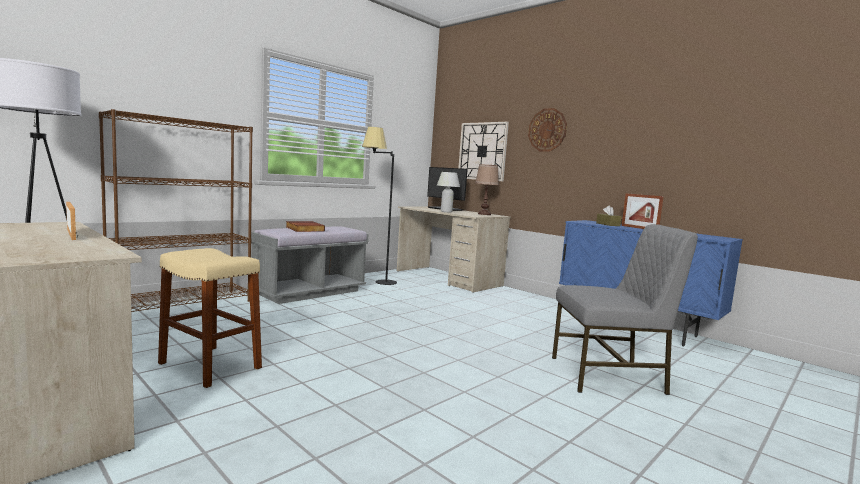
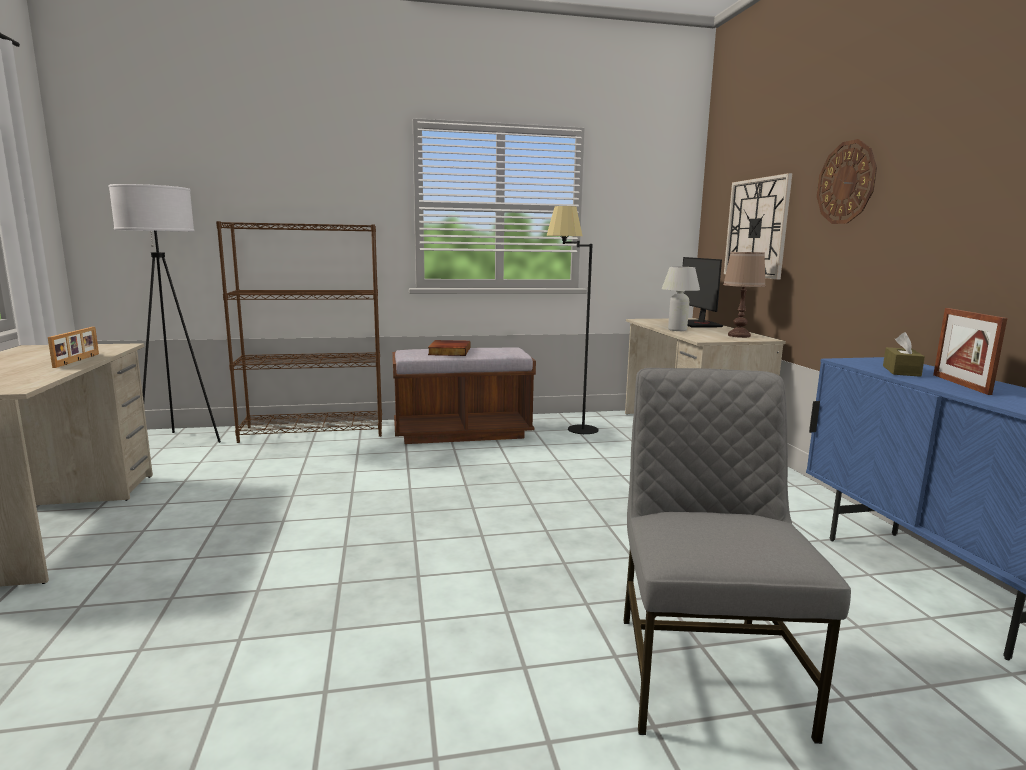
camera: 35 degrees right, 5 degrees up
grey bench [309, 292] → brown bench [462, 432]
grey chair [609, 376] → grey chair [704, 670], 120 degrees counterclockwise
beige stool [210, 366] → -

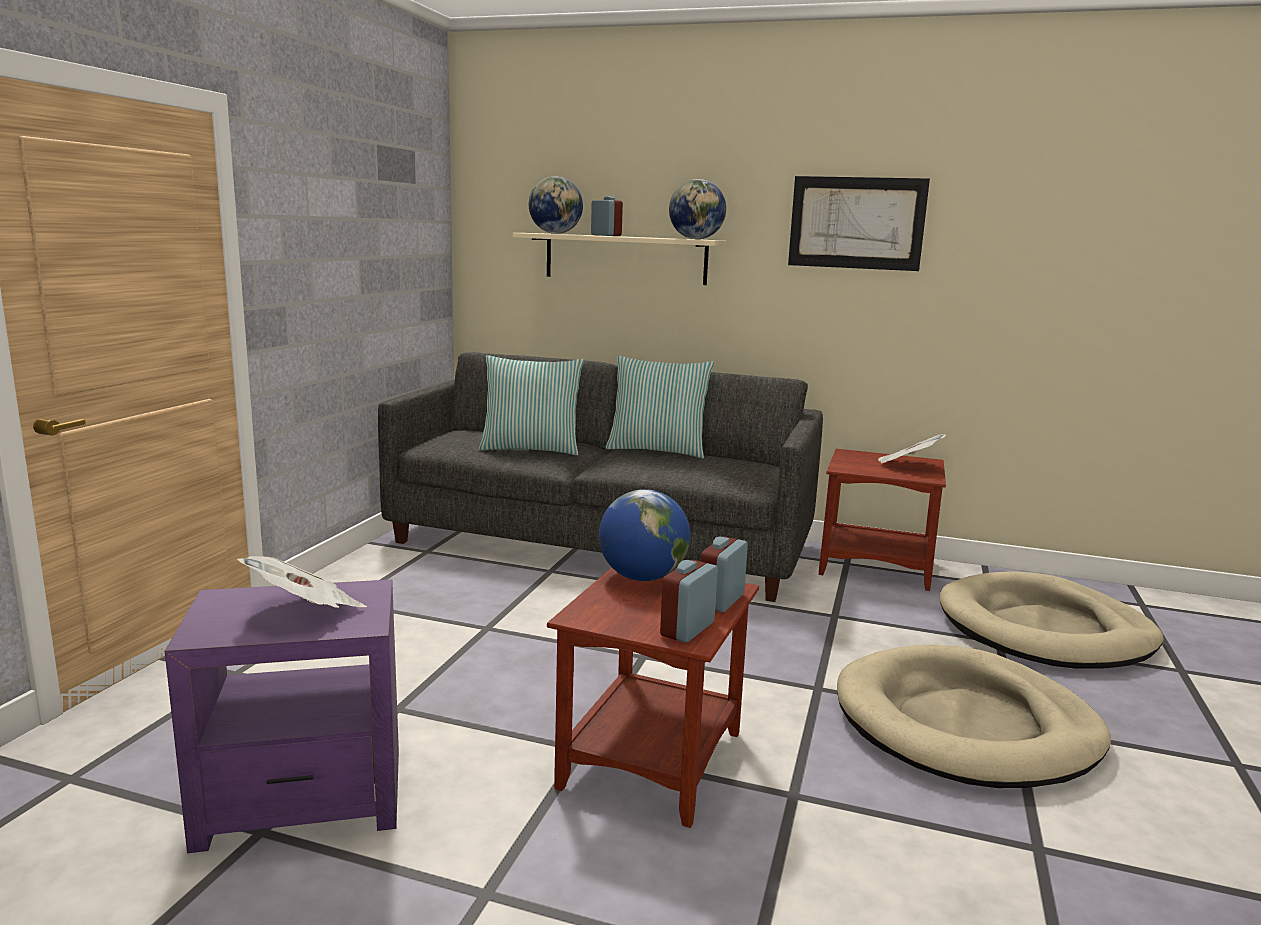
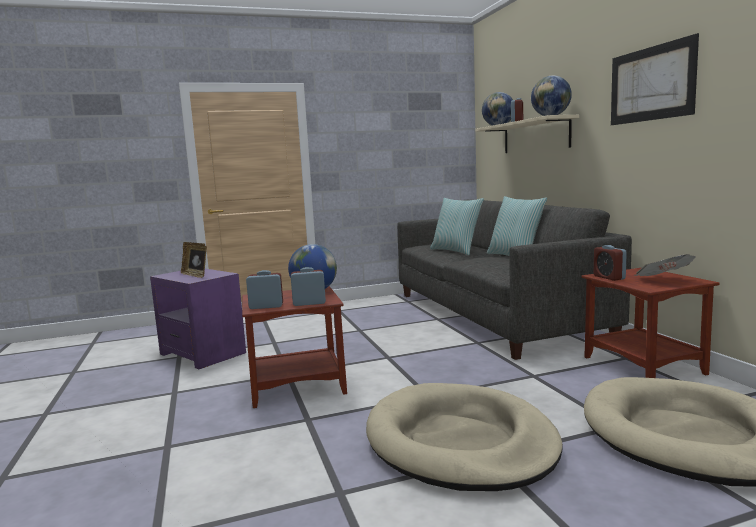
camera: 55 degrees right, 5 degrees down
newspaper [306, 611] → picture frame [195, 275]
- → alarm clock [609, 277]

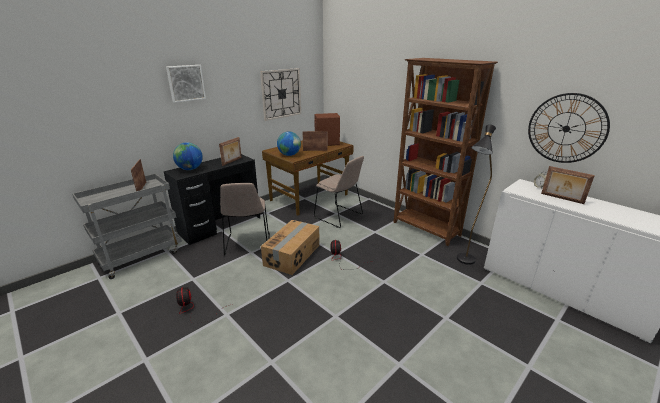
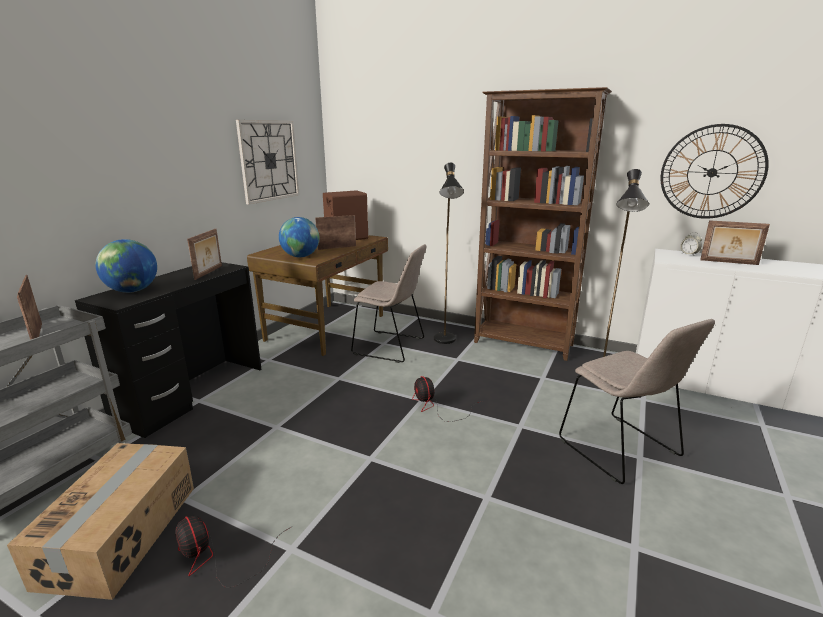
camera: 20 degrees left, 5 degrees down
cardboard box [293, 255] → cardboard box [122, 533], shifted
- → black floor lamp [445, 342]
beige chair [248, 245] → beige chair [621, 450], shifted
picture [185, 83] → -

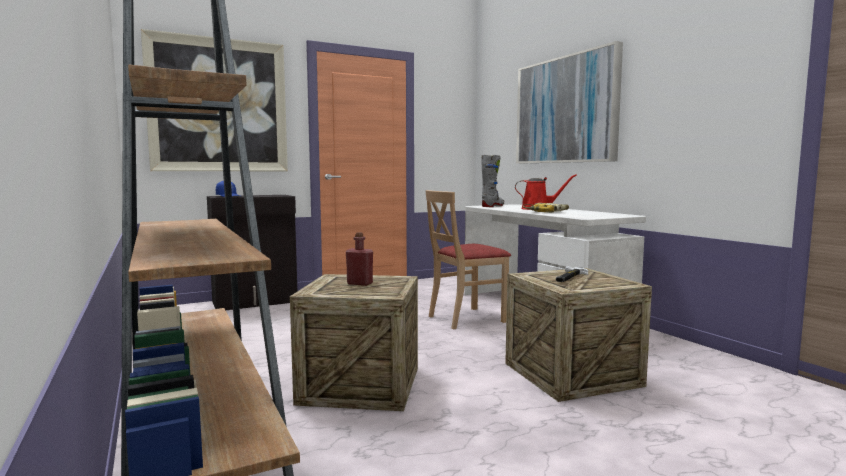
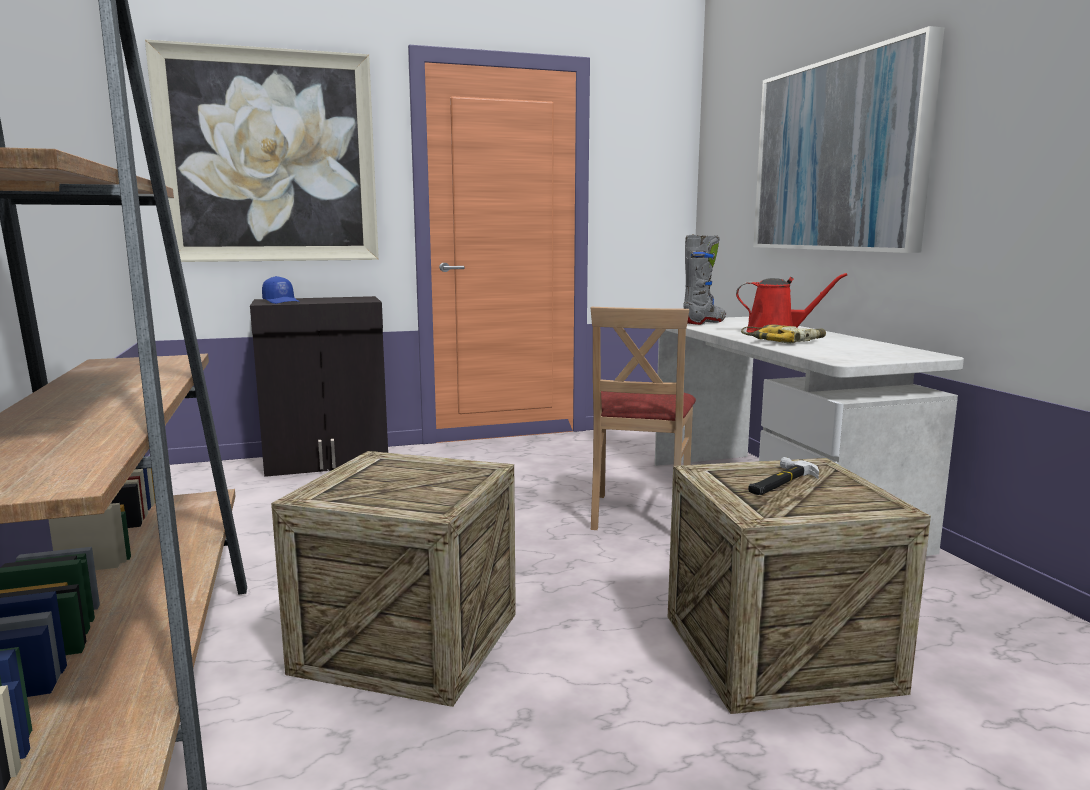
camera: 10 degrees right, 5 degrees up
beige chair [466, 318] → beige chair [638, 514], 60 degrees counterclockwise
red bottle [359, 283] → -

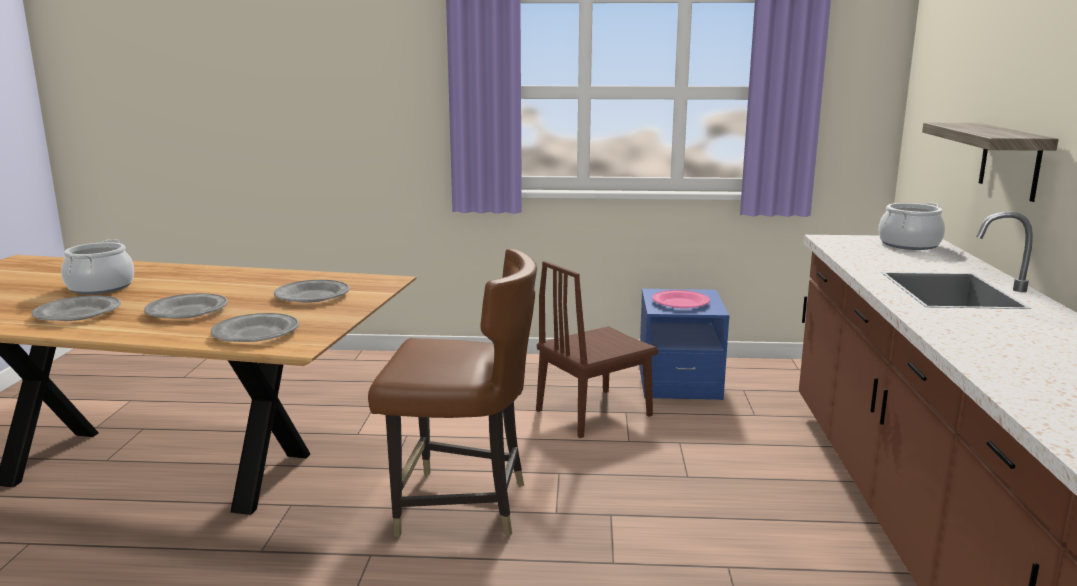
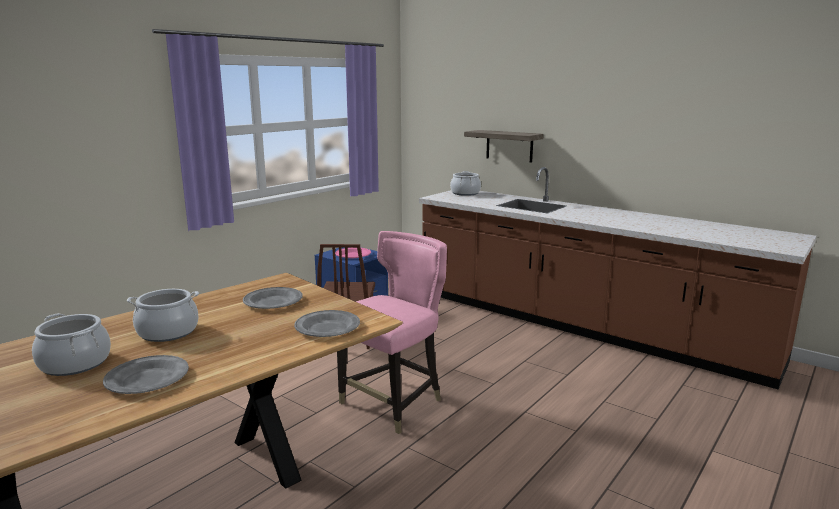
camera: 55 degrees left, 0 degrees up
- → cooking pot [168, 332]
brown chair [461, 506] → pink chair [392, 404]
grey plate [187, 311] → -

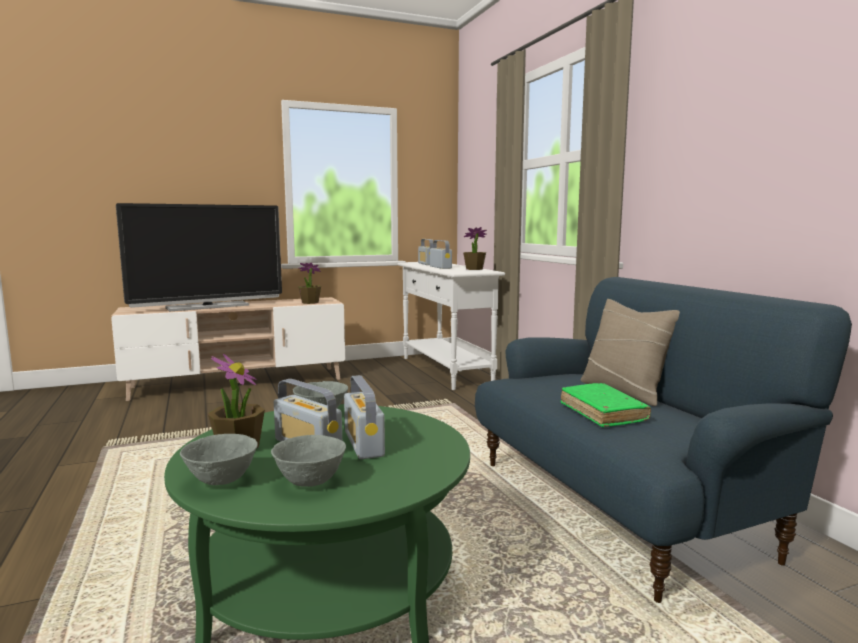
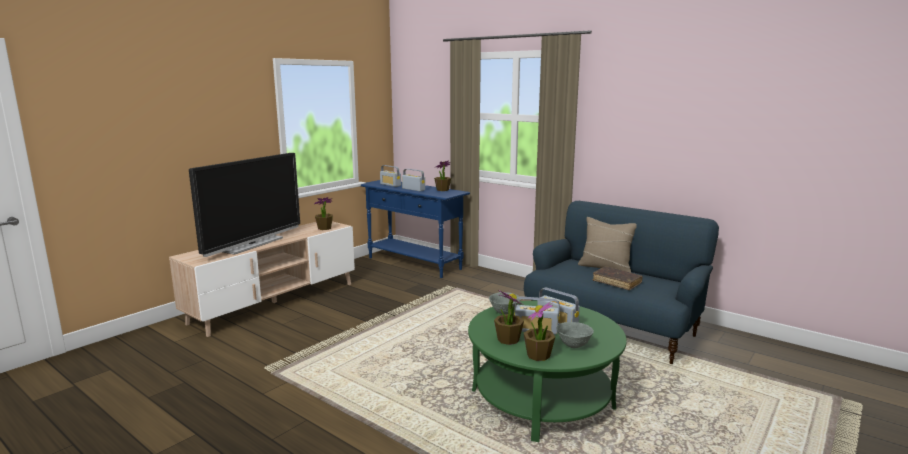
camera: 30 degrees left, 5 degrees up
white console table [445, 371] → blue console table [414, 264]
grey bowl [221, 481] → potted plant [538, 355]
green book [602, 413] → brown book [617, 282]

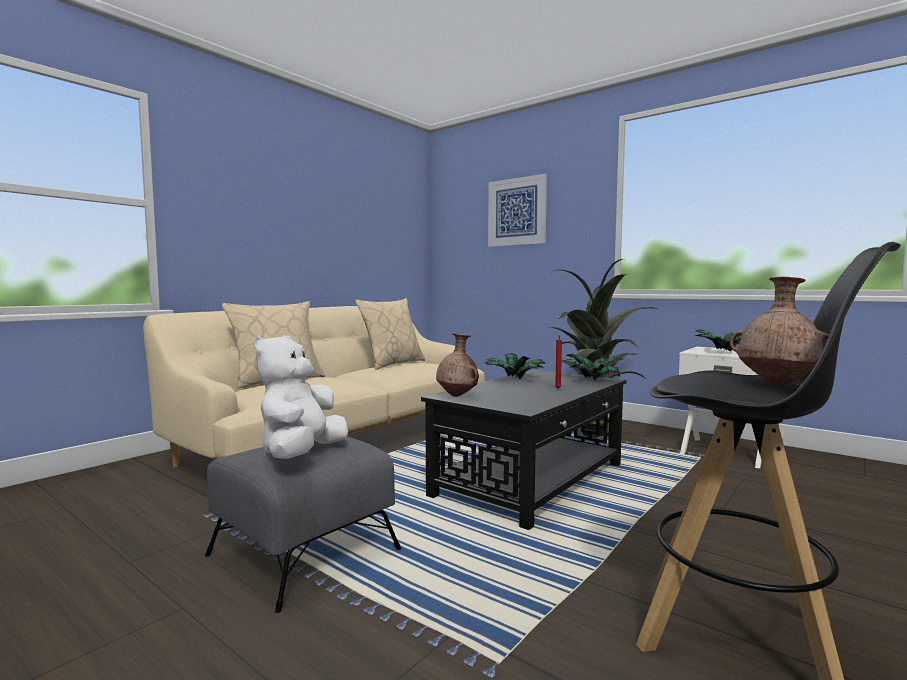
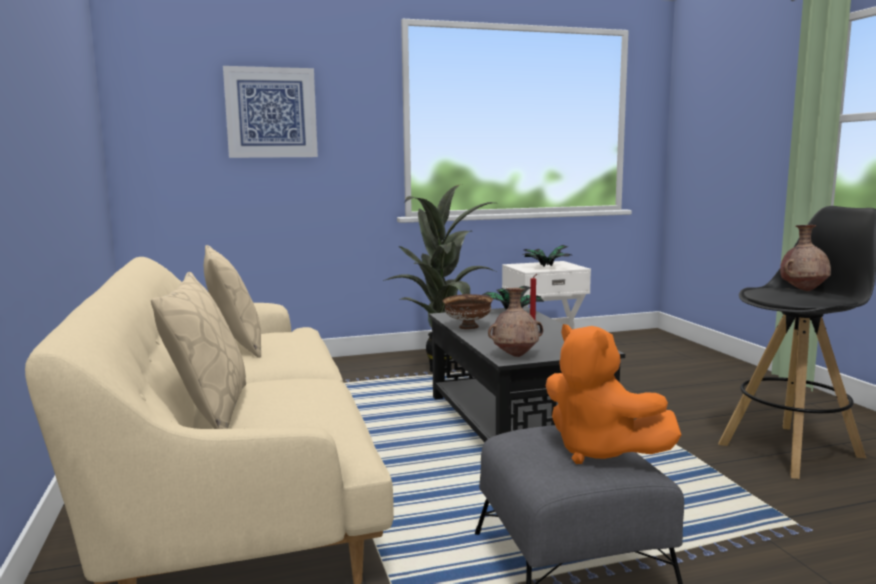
camera: 55 degrees left, 5 degrees up
potted plant [514, 379] → brown bowl [468, 327]
white plush toy [301, 454] → orange plush toy [599, 451]

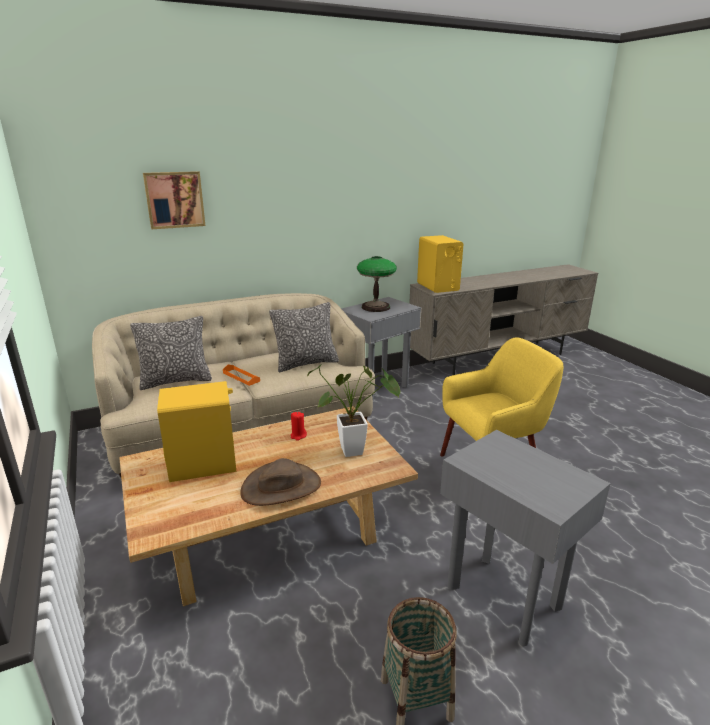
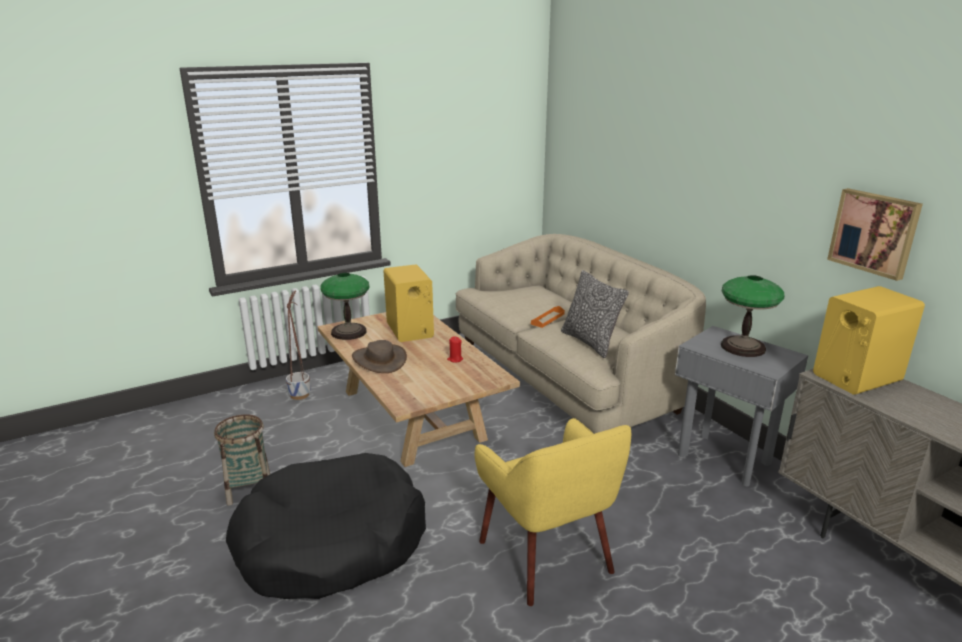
camera: 85 degrees right, 0 degrees up
grey side table [504, 595] → black dog bed [331, 543]
- → planter [299, 395]
- → table lamp [349, 332]
picture [174, 199] → picture [874, 232], shifted
pillow [176, 381] → -
potted plant [357, 451] → -

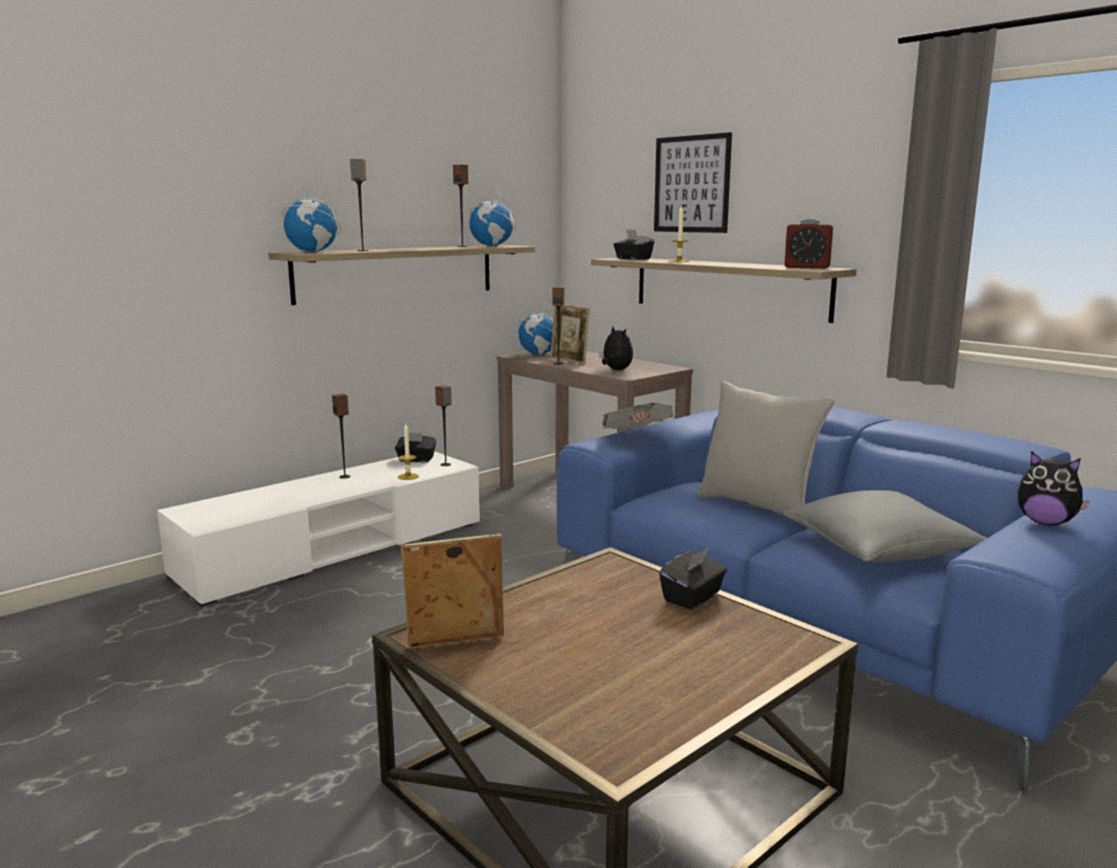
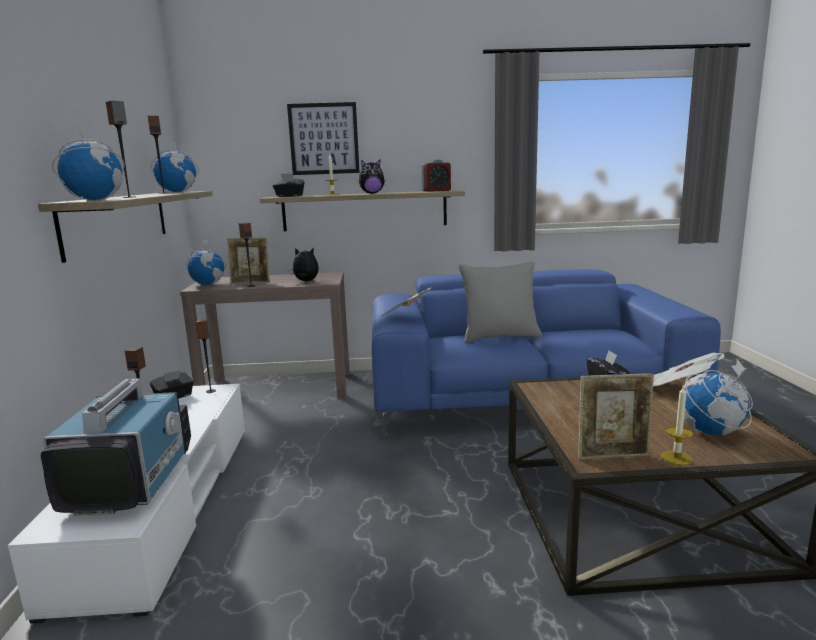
camera: 50 degrees left, 0 degrees up
- → television [133, 480]
plush toy [1046, 522] → plush toy [372, 193], shifted
picture frame [455, 644] → picture frame [613, 456], 120 degrees counterclockwise
- → newspaper [678, 388]
candle [408, 476] → candle [676, 458], shifted
- → globe [711, 432]
grey pillow [880, 550] → -

